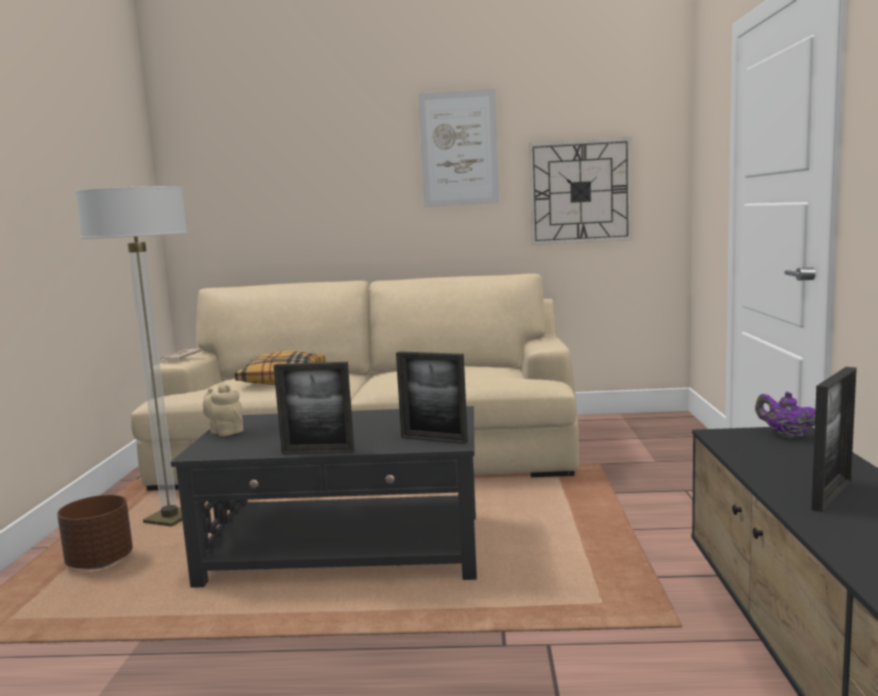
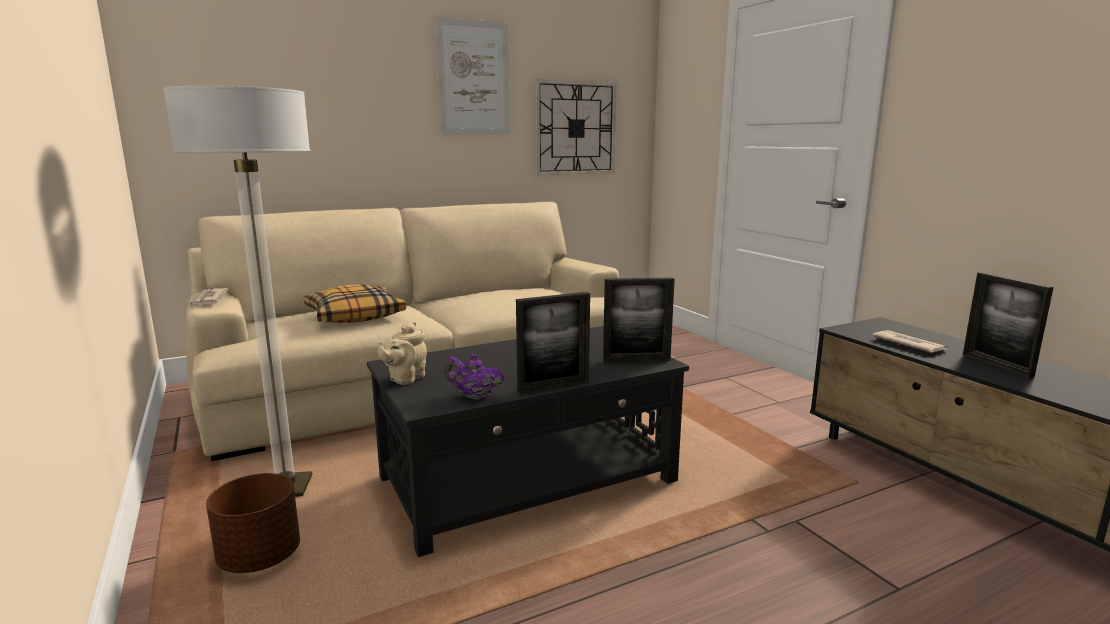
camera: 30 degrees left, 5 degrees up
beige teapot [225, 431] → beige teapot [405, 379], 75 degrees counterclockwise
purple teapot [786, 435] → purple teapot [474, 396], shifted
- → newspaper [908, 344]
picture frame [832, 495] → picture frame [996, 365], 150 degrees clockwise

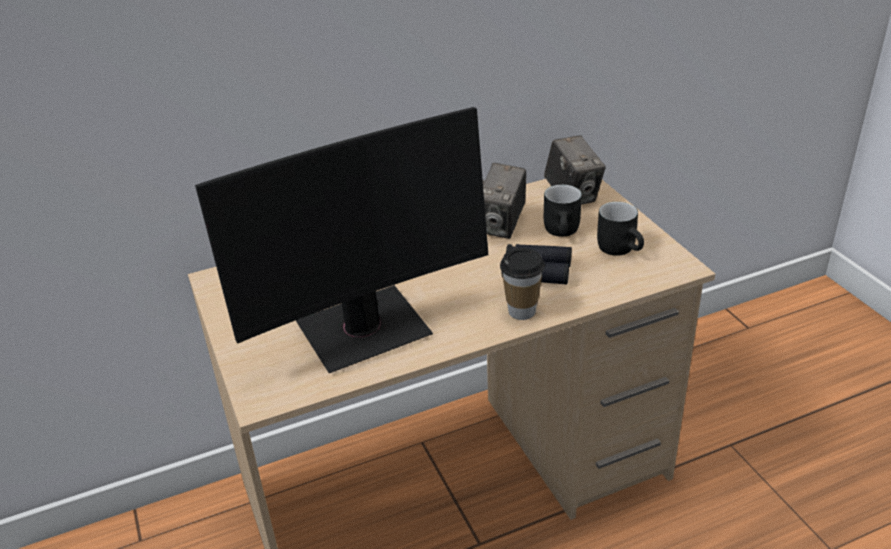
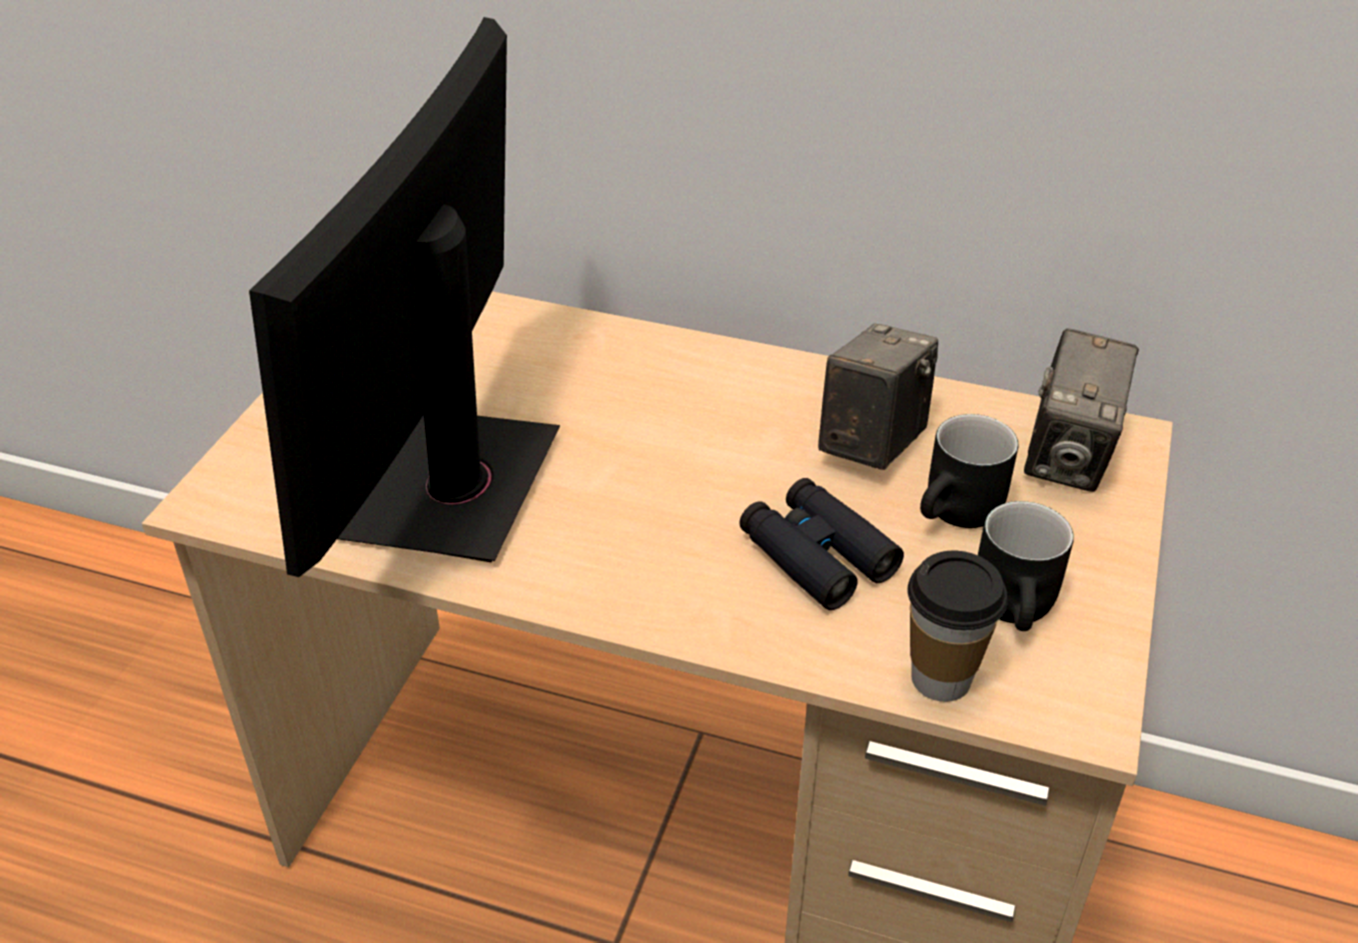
camera: 40 degrees right, 5 degrees up
monitor [364, 330] → monitor [452, 487], 90 degrees clockwise
photo camera [502, 225] → photo camera [872, 442], 150 degrees clockwise
cup [522, 311] → cup [941, 678], shifted

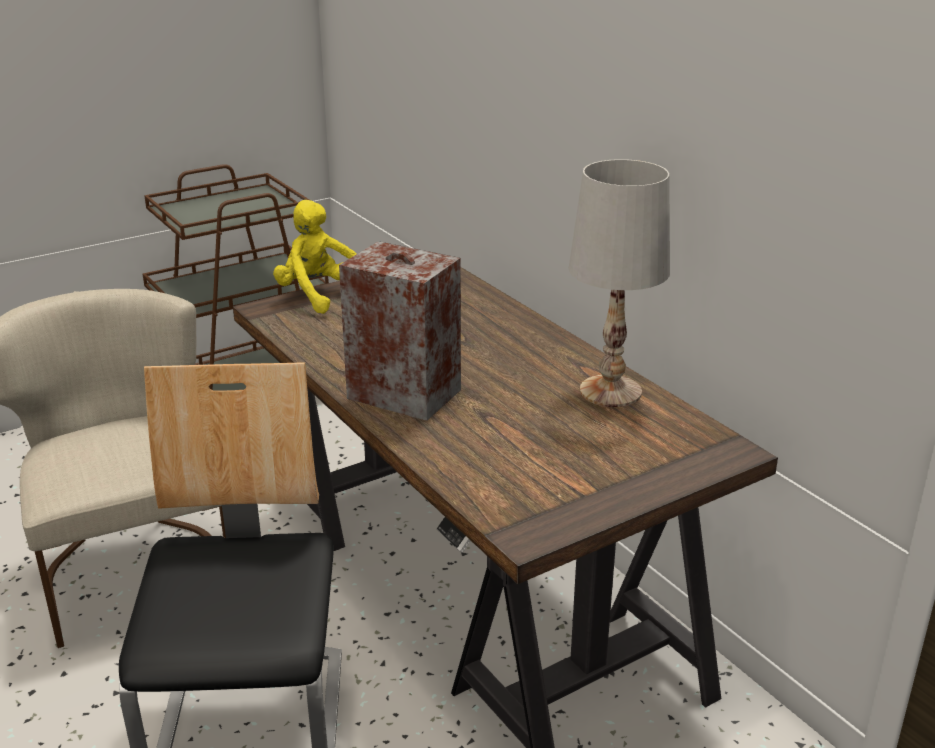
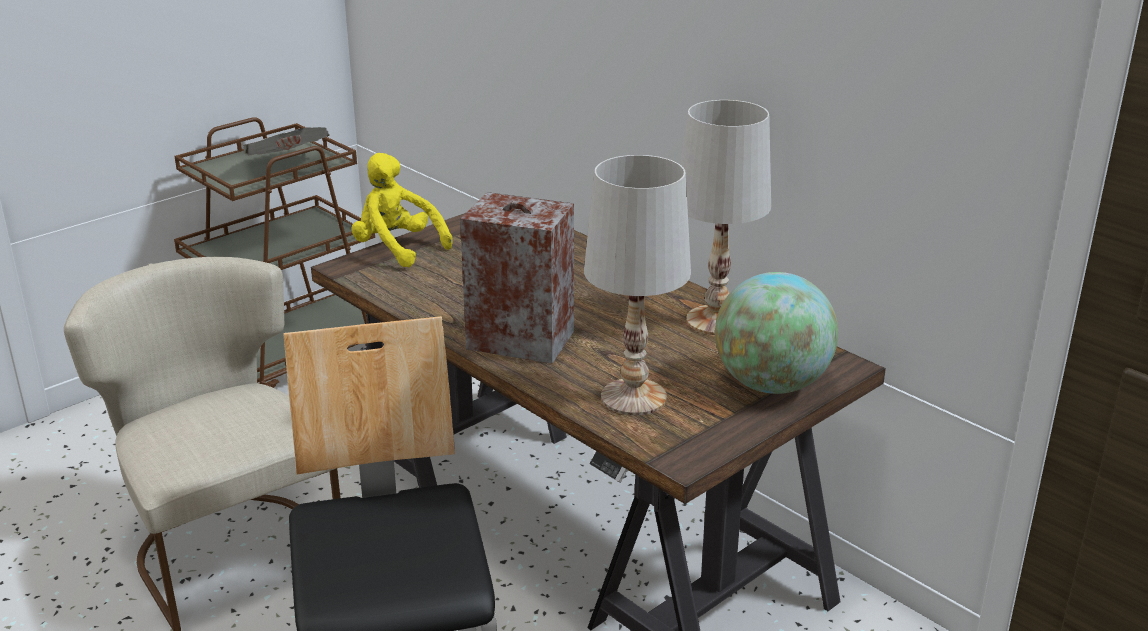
camera: 10 degrees left, 0 degrees up
- → newspaper [288, 165]
- → white table lamp [632, 397]
- → globe [771, 384]

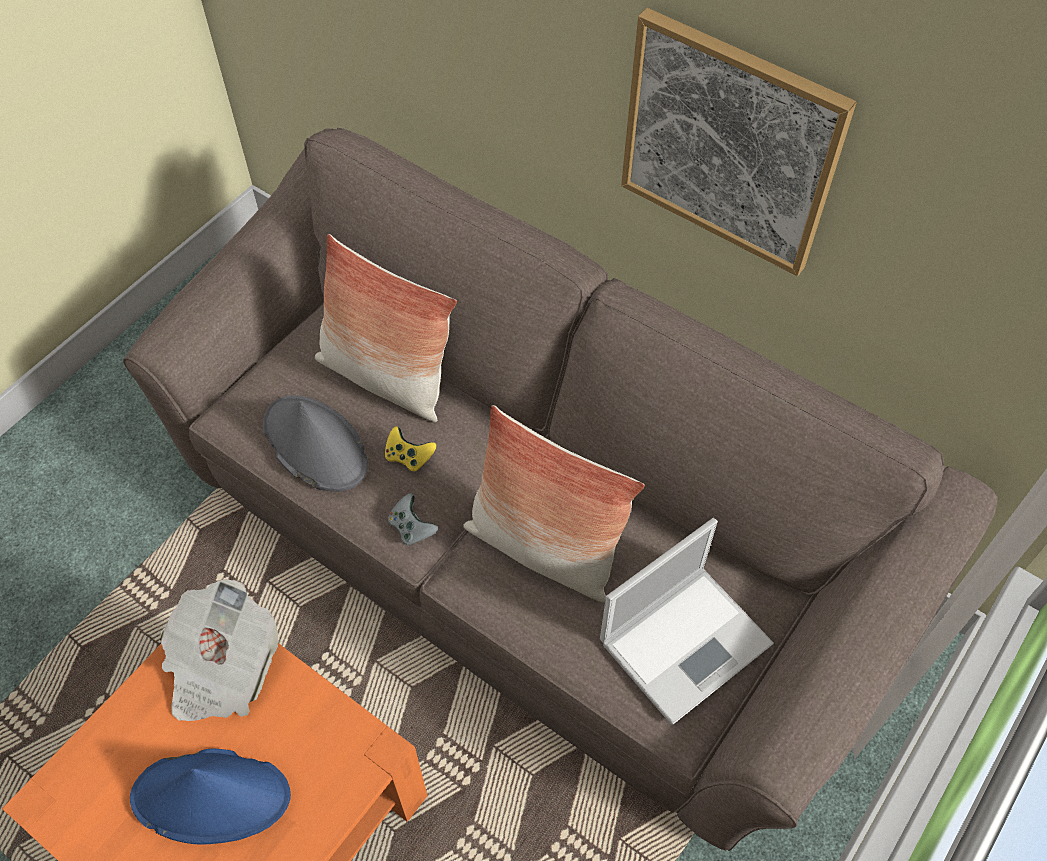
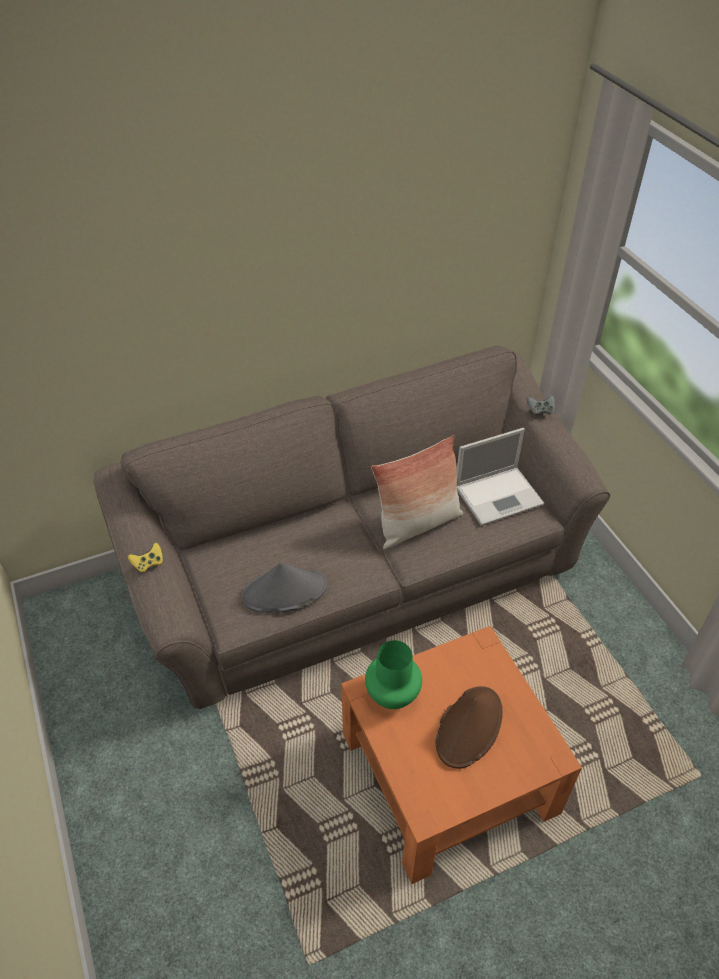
camera: 60 degrees left, 10 degrees down
yellow game controller [408, 457] → yellow game controller [148, 563], shifted
newspaper [222, 667] → green vase [393, 694]
blue hat [212, 796] → brown hat [469, 727]
laptop [687, 640] → laptop [500, 495], 75 degrees clockwise
grey game controller [411, 527] → grey game controller [540, 410], shifted
pillow [386, 378] → -
picture [729, 144] → -

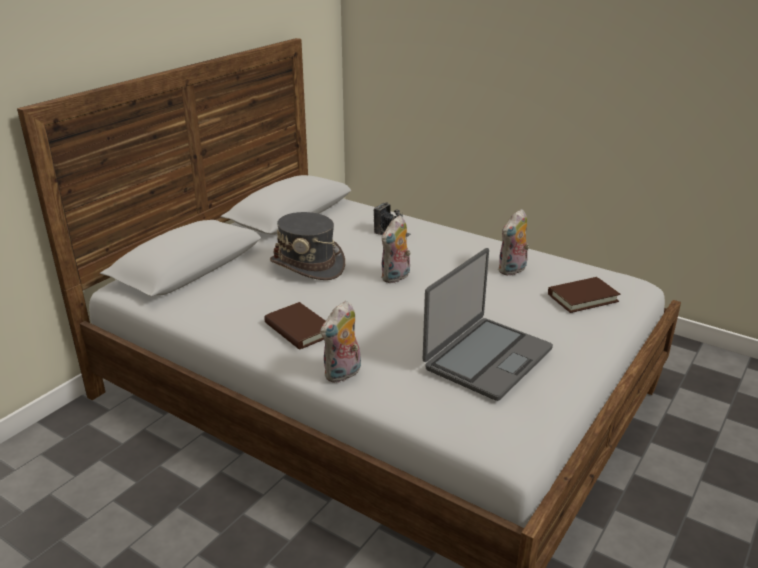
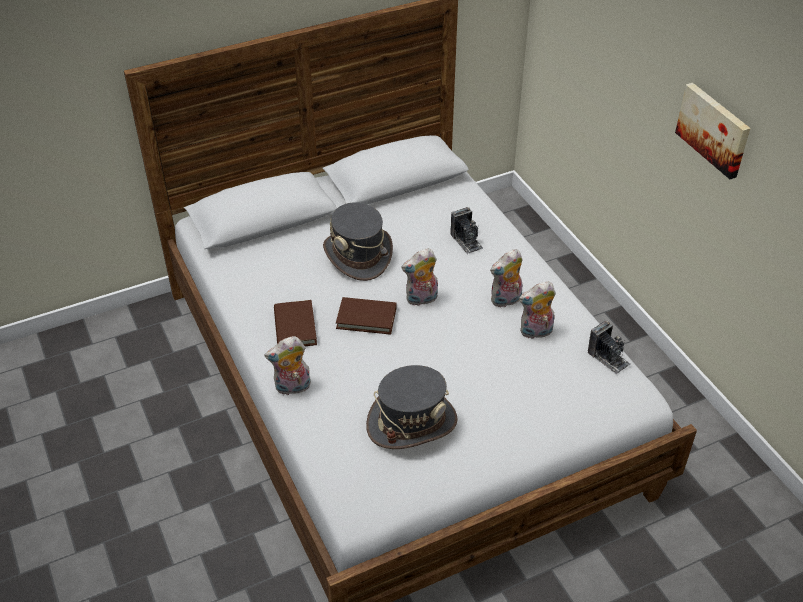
camera: 30 degrees right, 15 degrees up
brown book [582, 298] → brown book [366, 318], shifted
laptop [486, 358] → grey hat [412, 422]
- → plush toy [506, 301]
- → photo camera [608, 358]
- → picture [714, 129]

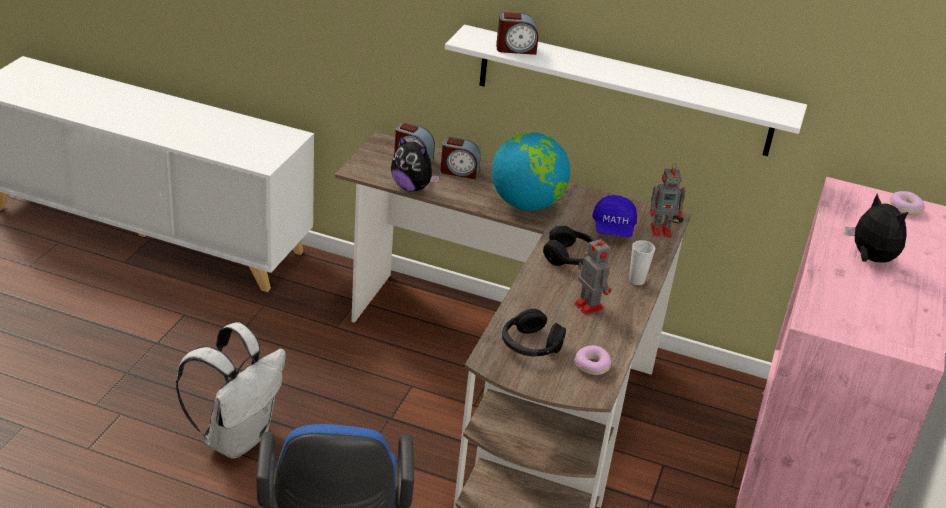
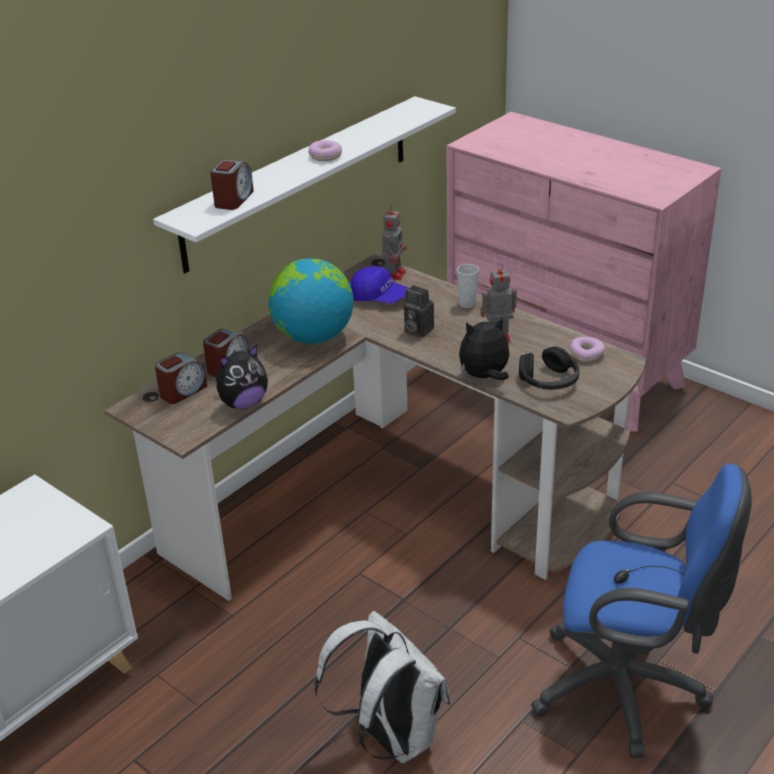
camera: 65 degrees left, 0 degrees up
donut [904, 208] → donut [325, 156], shifted
black headphones [571, 257] → photo camera [416, 330]
plush toy [870, 259] → plush toy [484, 377], shifted

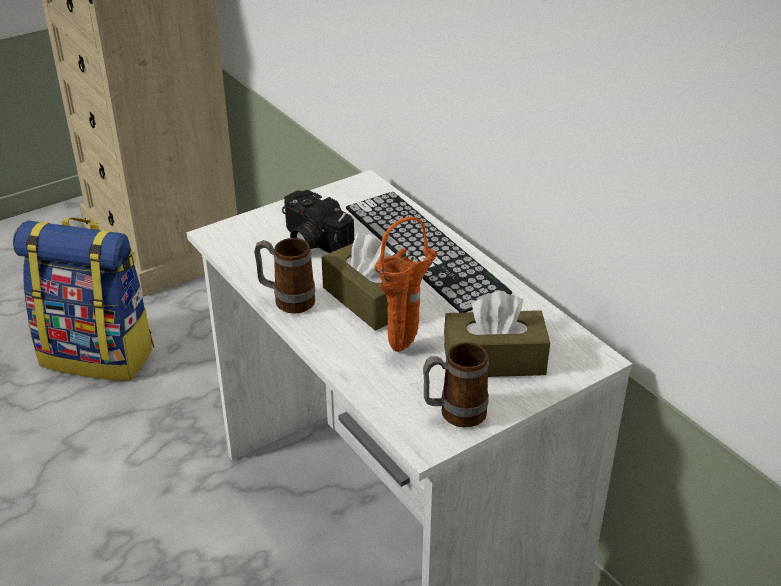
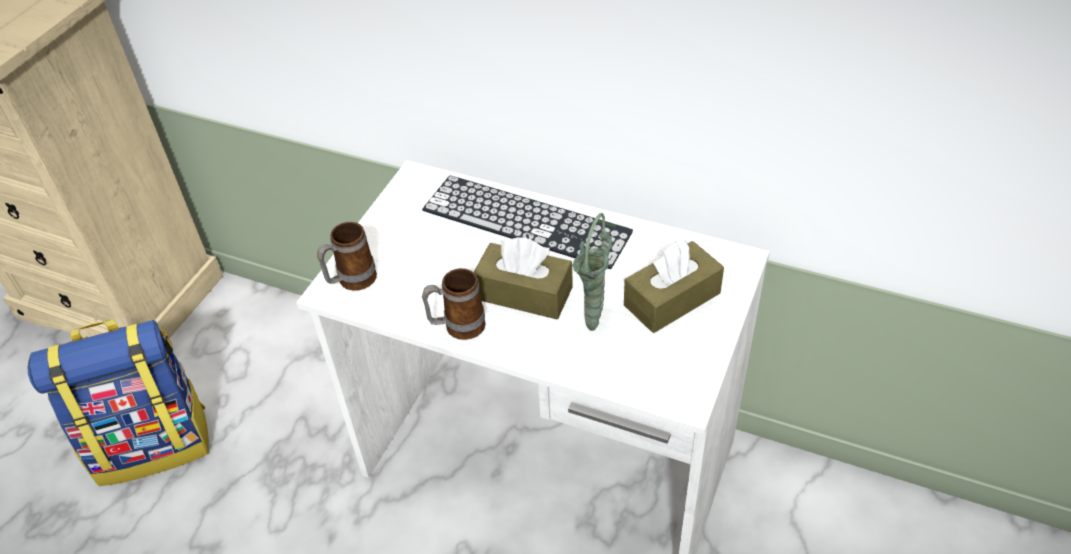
camera: 30 degrees left, 10 degrees up
mug [454, 414] → mug [351, 282], shifted
orange vase [405, 346] → green vase [594, 321]
photo camera [312, 241] → -

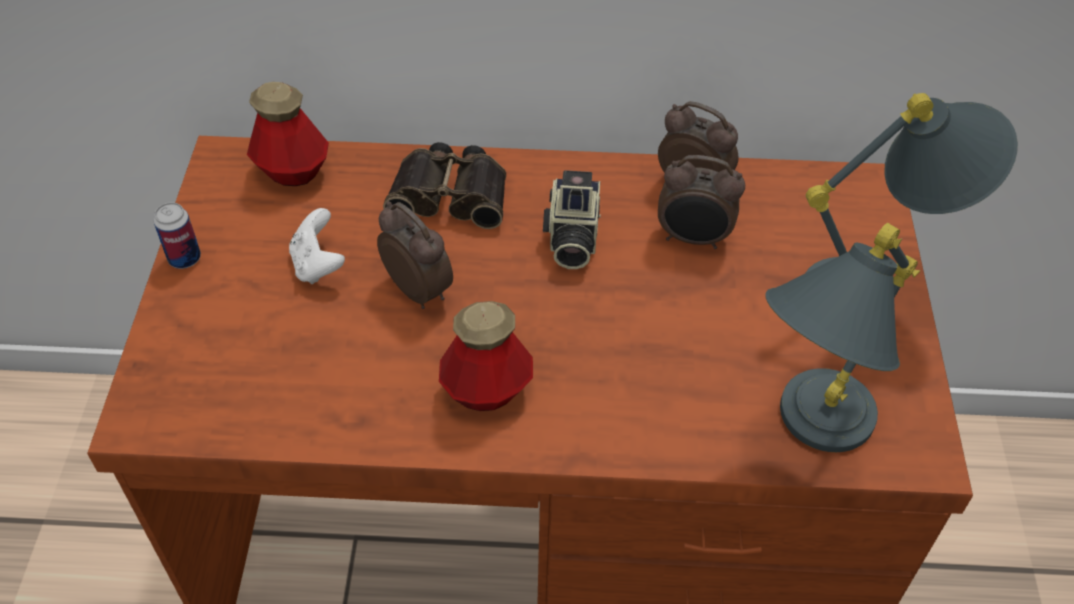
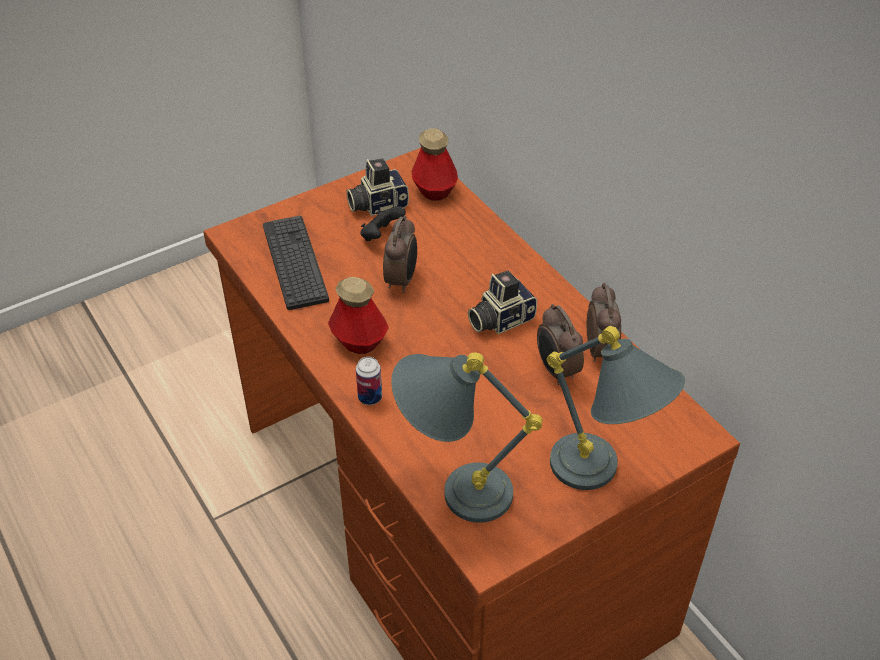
camera: 55 degrees right, 5 degrees down
- → keyboard [295, 262]
- → photo camera [377, 204]
can [184, 258] → can [370, 397], shifted
white game controller [318, 265] → black game controller [381, 236]
binoculars [451, 194] → -

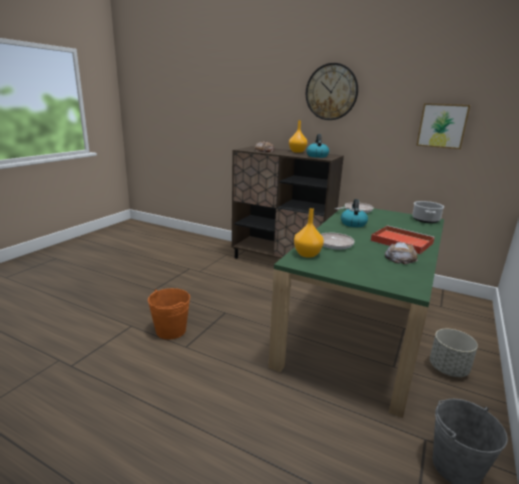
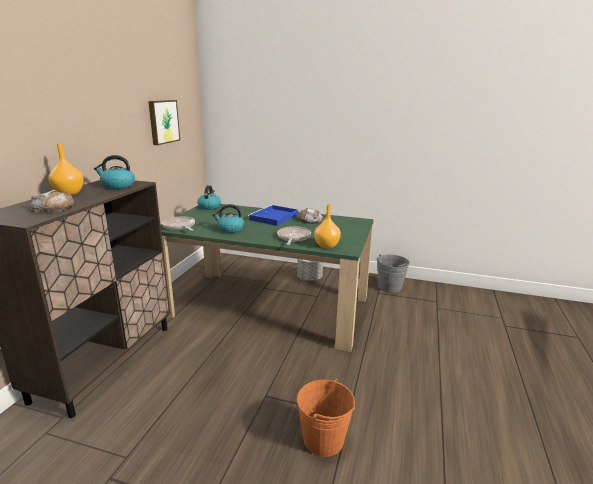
camera: 100 degrees left, 0 degrees up
cooking pot [425, 220] → kettle [209, 207]
red tray [400, 241] → blue tray [273, 217]
wall clock [331, 92] → -

